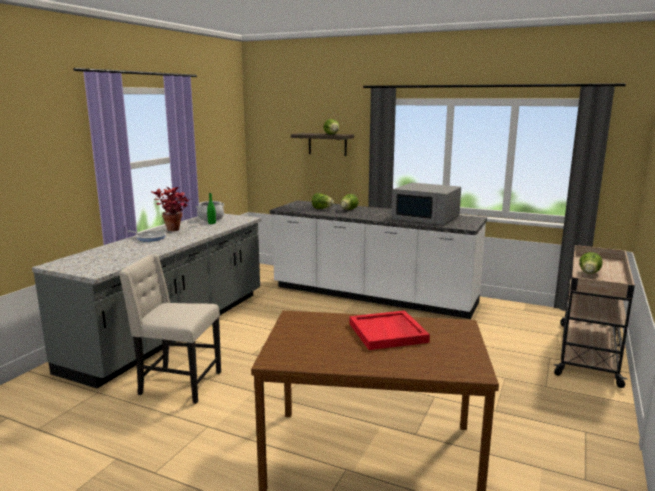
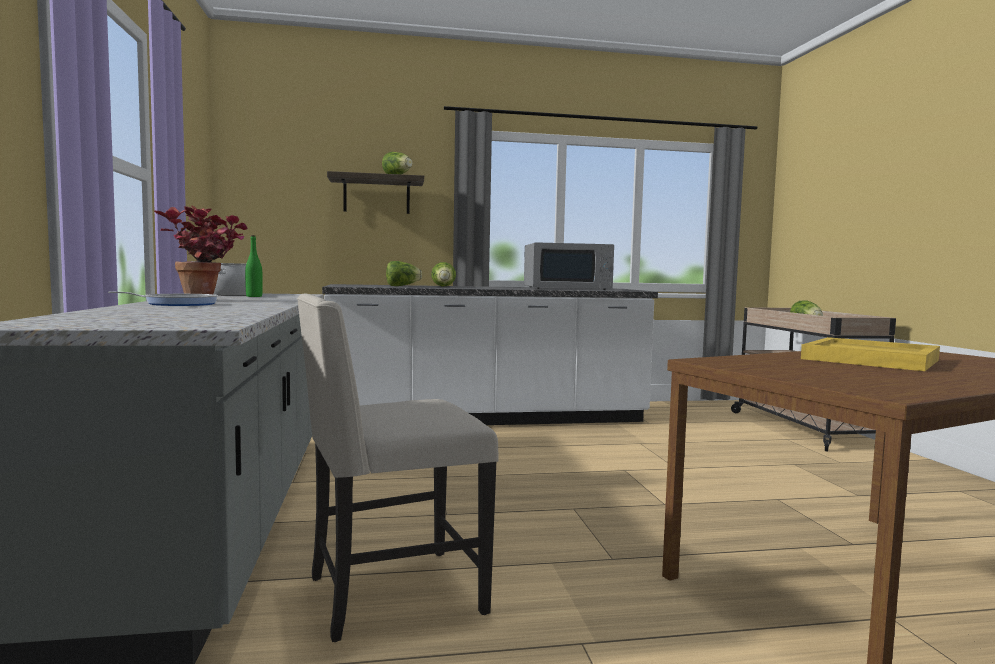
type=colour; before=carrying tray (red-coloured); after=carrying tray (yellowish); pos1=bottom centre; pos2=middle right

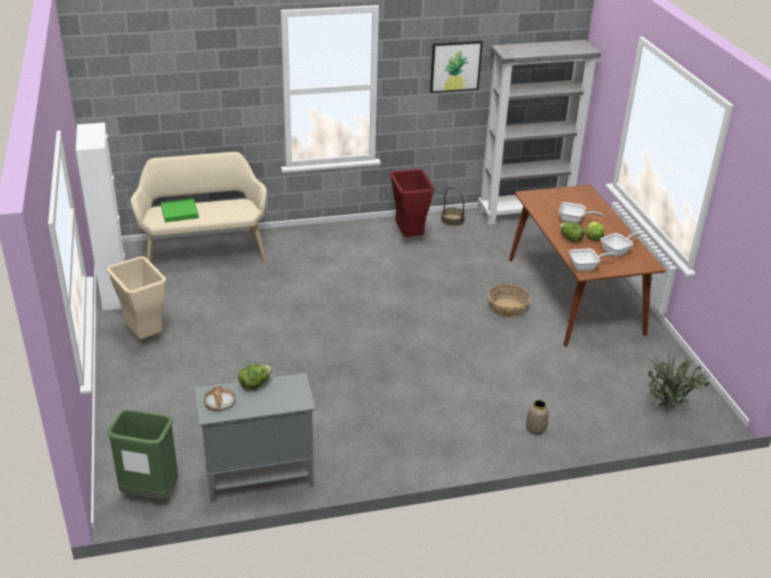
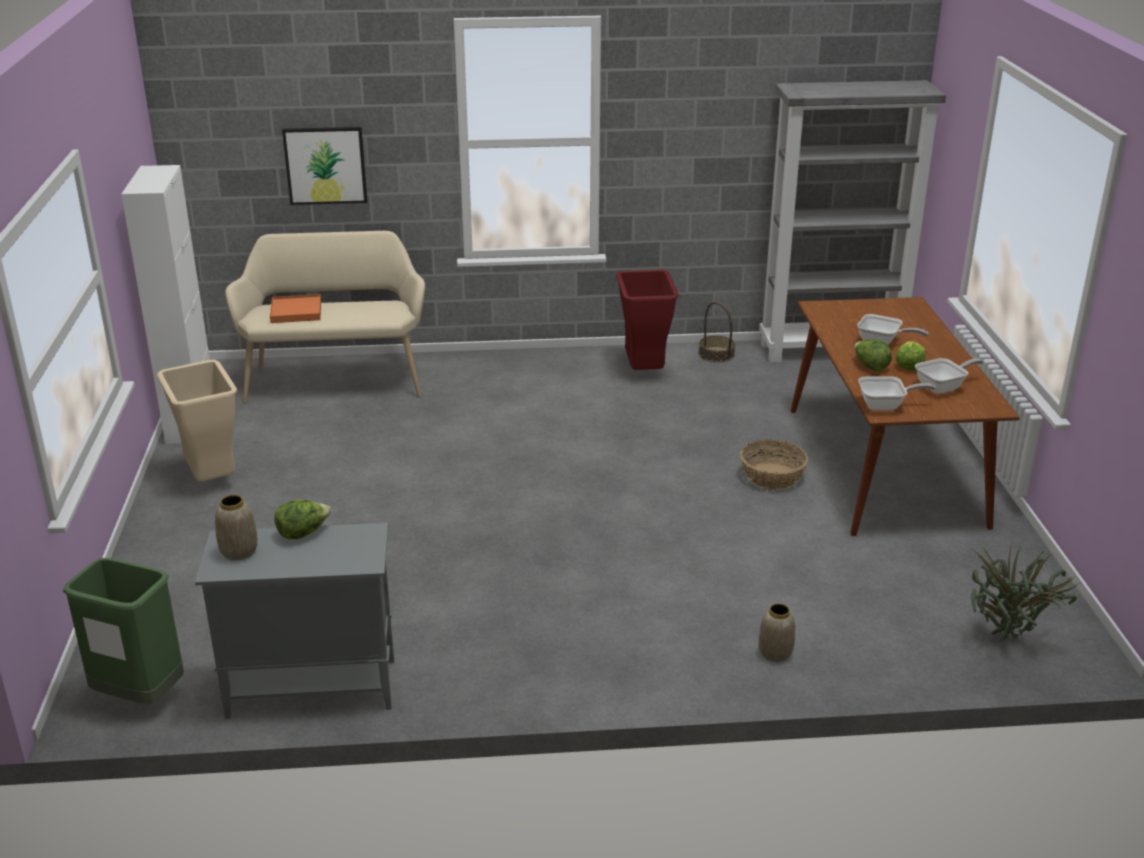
type=exchanged; before=bakery bread; after=vase (no. 1 from left); pos1=bottom left; pos2=middle left
type=colour; before=carrying tray (green-coloured); after=carrying tray (orangey); pos1=middle left; pos2=middle left
type=relocated; before=wall art; pos1=top centre; pos2=top left

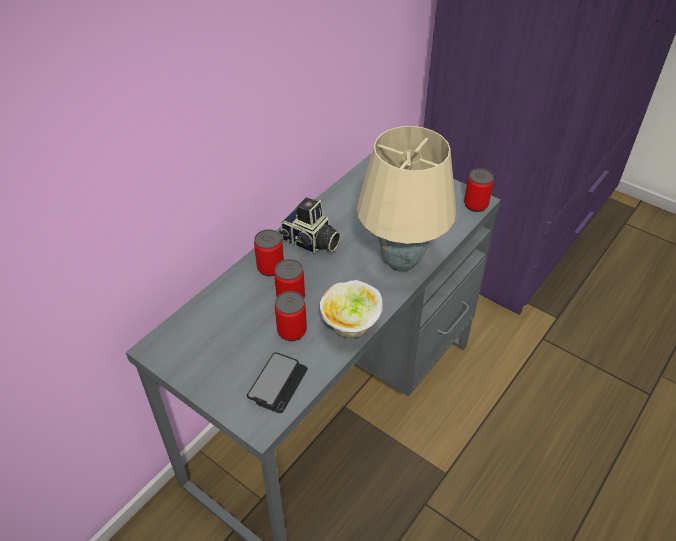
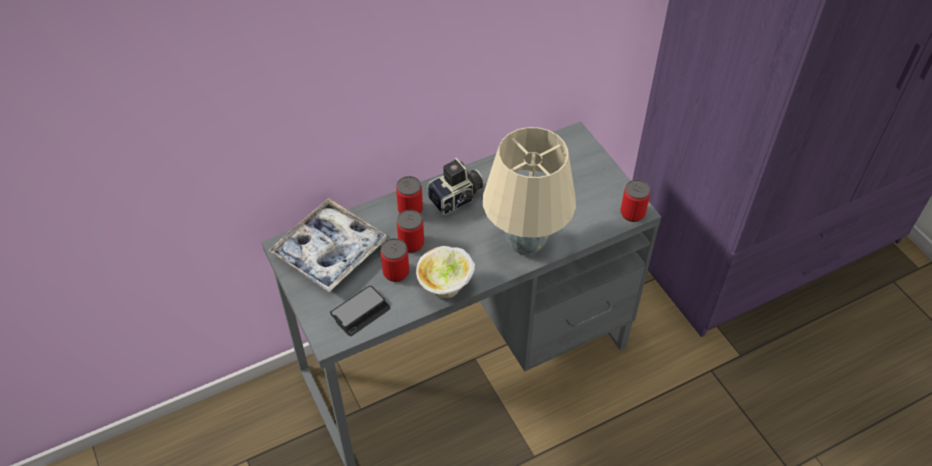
type=appeared; after=carrying tray; pos2=centre
type=spun; before=still camera; pos1=centre; pos2=centre; turn=-90

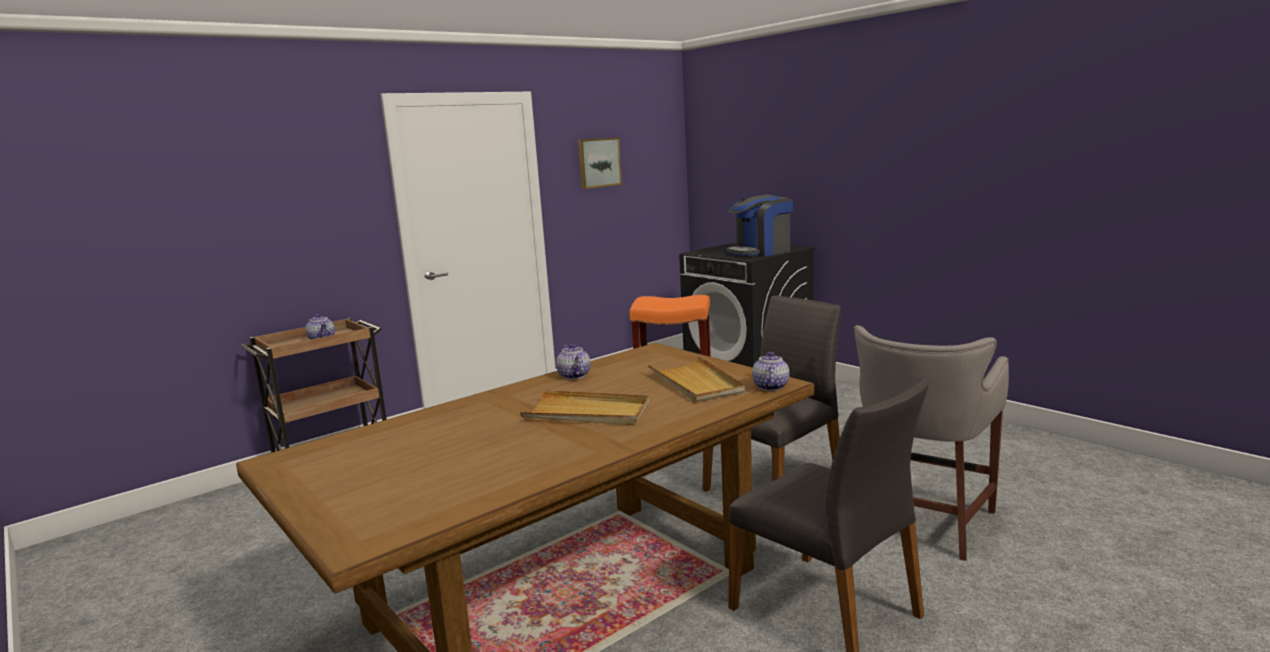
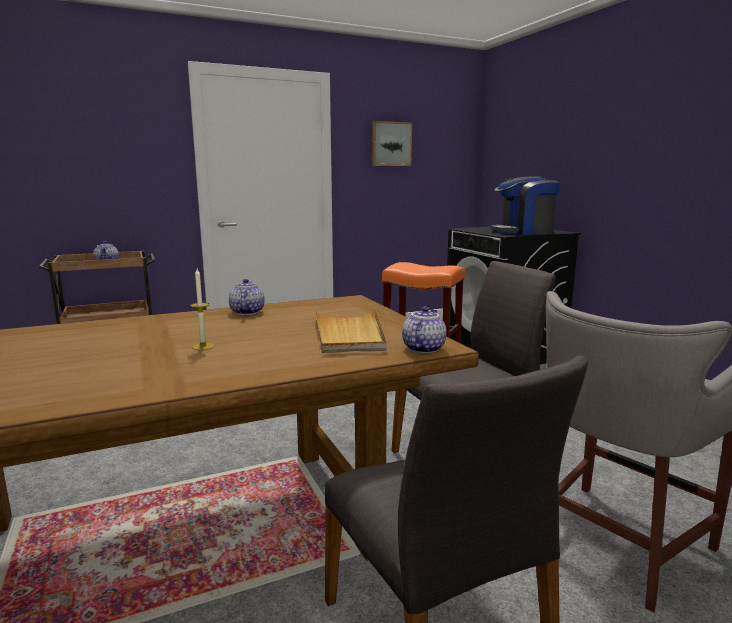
type=exchanged; before=carrying tray (beige) (no. 1 from left); after=wax light; pos1=centre; pos2=middle left

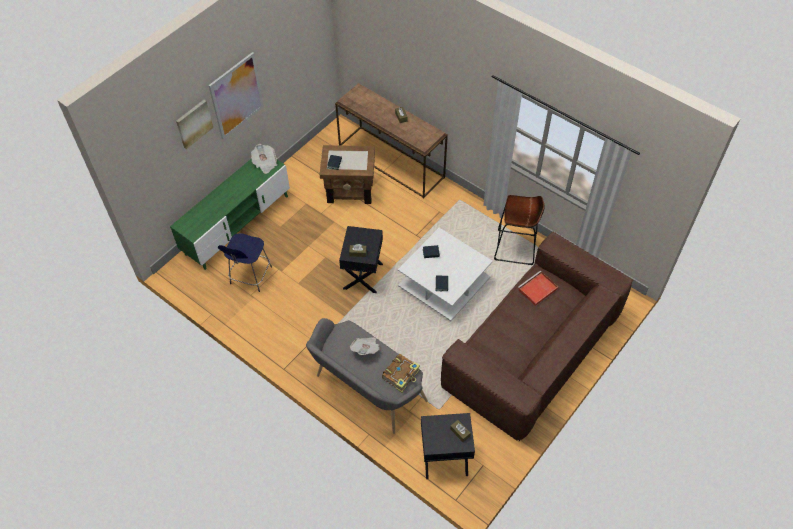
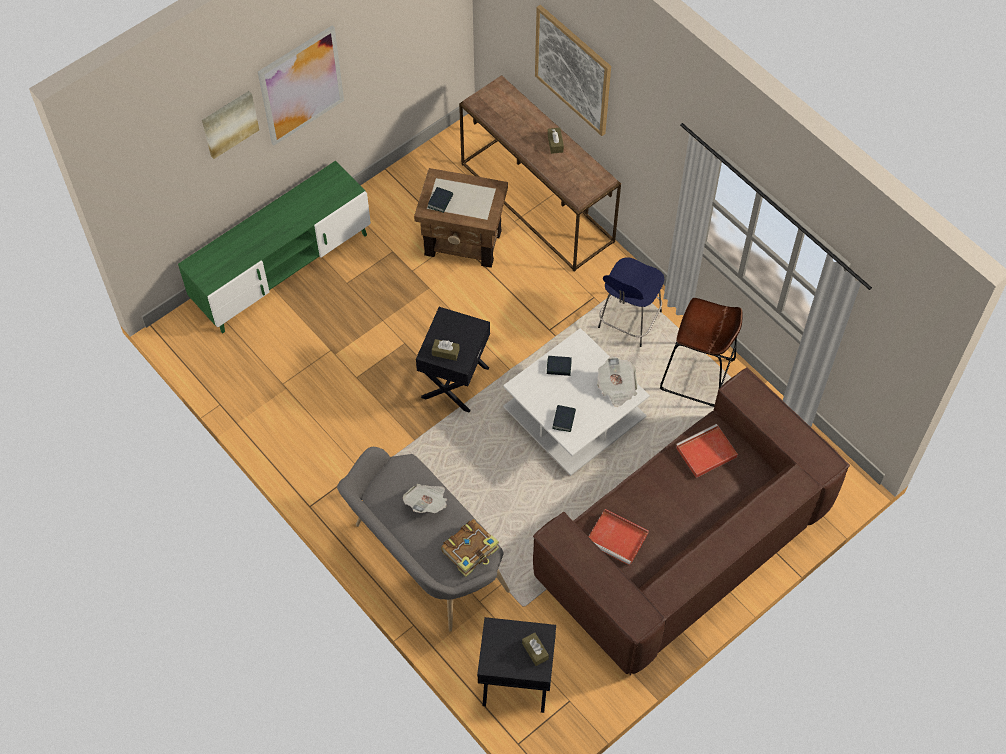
type=appeared; after=wall art (no. 3 from left); pos2=top centre
type=appeared; after=carrying tray (red-coloured) (no. 1 from left); pos2=bottom centre
type=relocated; before=newspaper (no. 1 from left in the first image); after=newspaper (no. 2 from left); pos1=top left; pos2=centre
type=relocated; before=stool (blue-coloured); pos1=middle left; pos2=centre

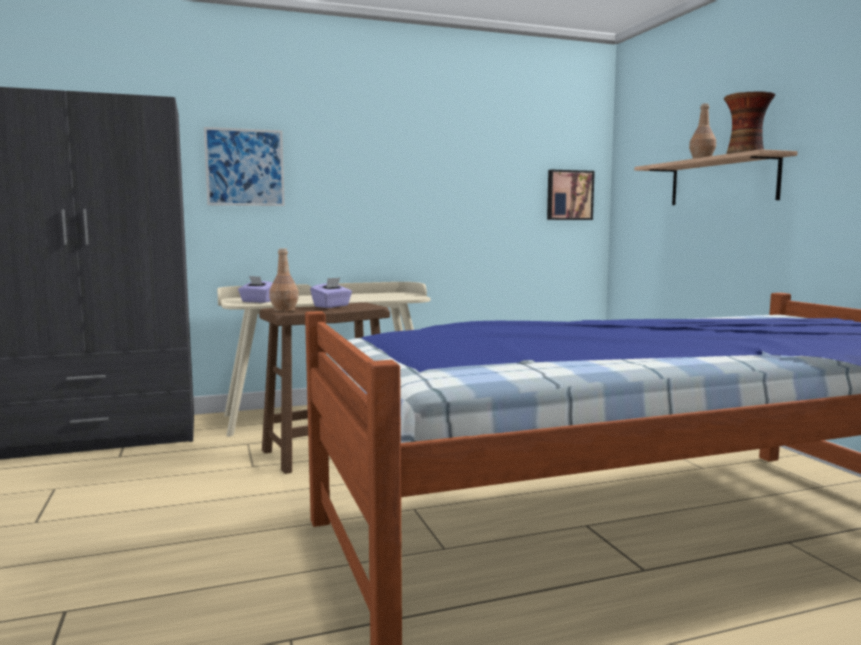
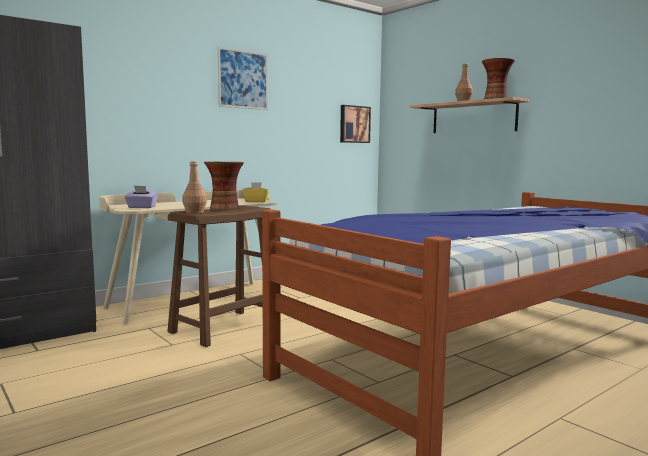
type=exchanged; before=tissue box (purple-coloured) (no. 2 from left); after=vase (no. 1 from left); pos1=centre; pos2=centre
type=relocated; before=wall art (no. 1 from left); pos1=top left; pos2=top centre
type=appeared; after=tissue box (yellowish); pos2=centre

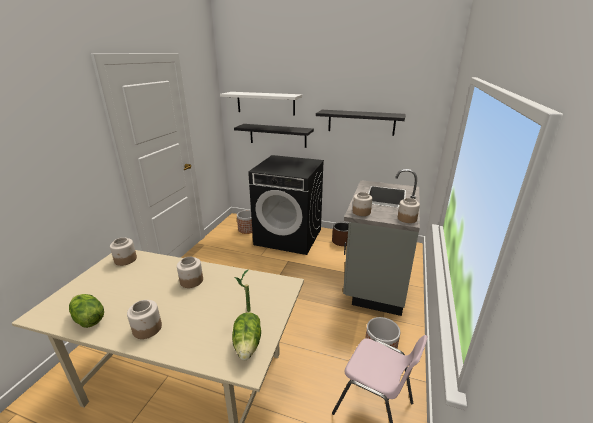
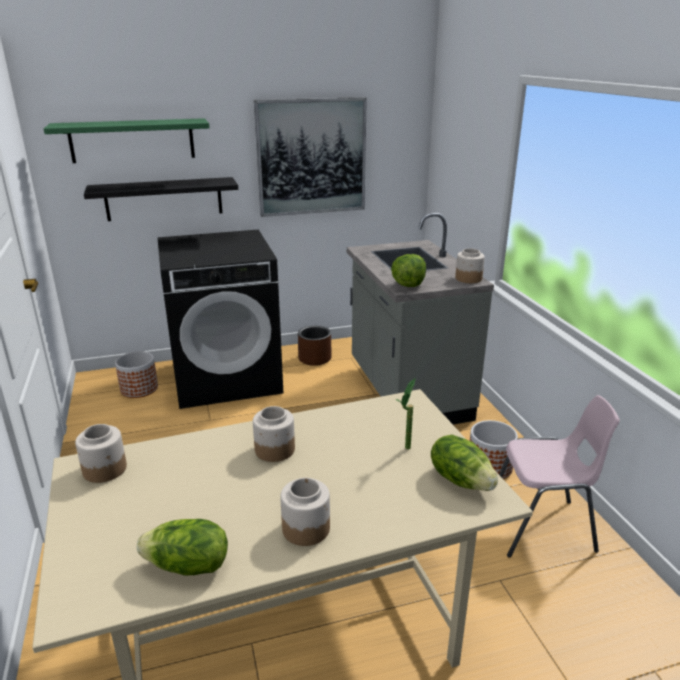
type=colour; before=wall shelf (white-coloured); after=wall shelf (green-coloured); pos1=top centre; pos2=top left
type=exchanged; before=wall shelf (black) (no. 2 from left); after=wall art; pos1=top centre; pos2=top centre
type=exchanged; before=storage jar (no. 4 from left); after=lettuce (no. 2 from left); pos1=centre; pos2=centre

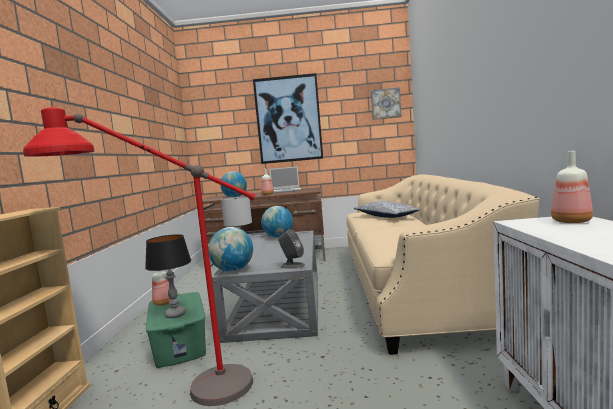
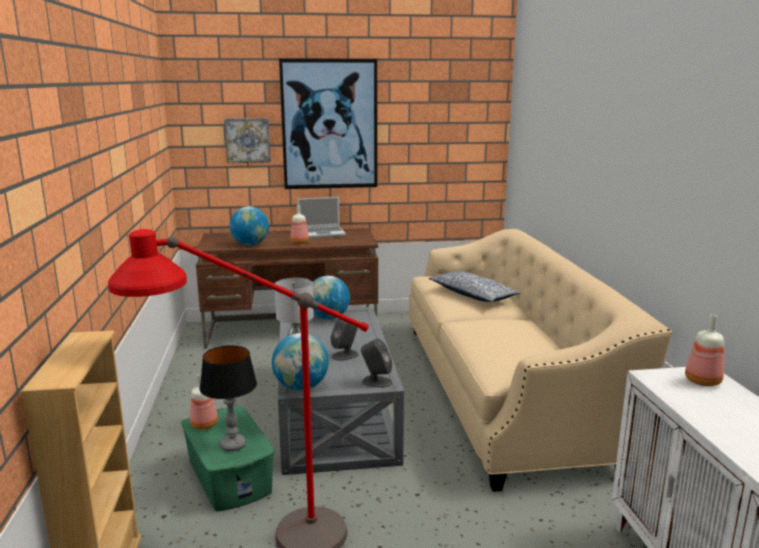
type=relocated; before=wall art (no. 2 from left in the first image); after=wall art (no. 1 from left); pos1=top centre; pos2=top left
type=appeared; after=speaker (gray) (no. 1 from left); pos2=centre

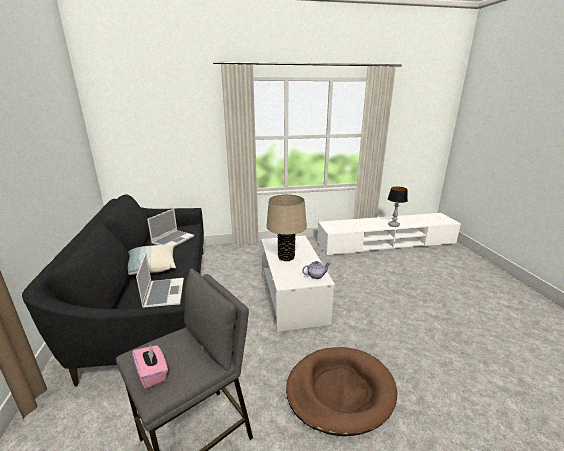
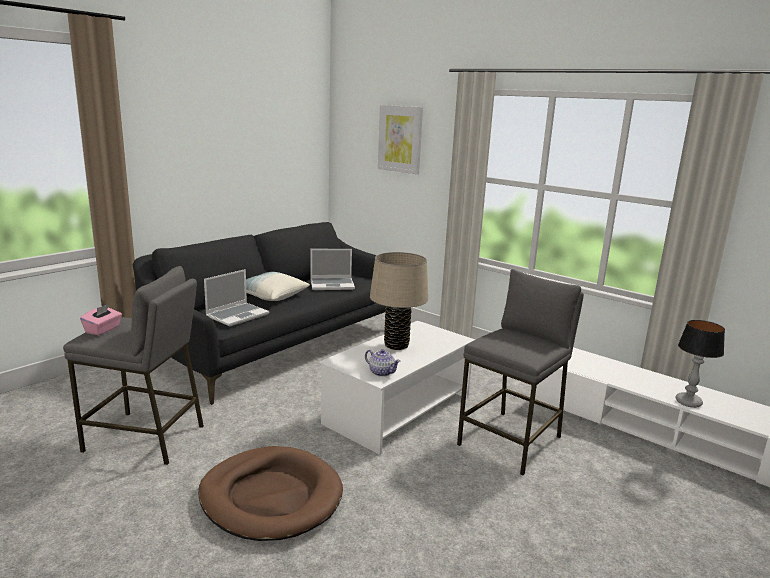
type=appeared; after=wall art; pos2=top centre
type=appeared; after=stool (gray) (no. 2 from left); pos2=middle right

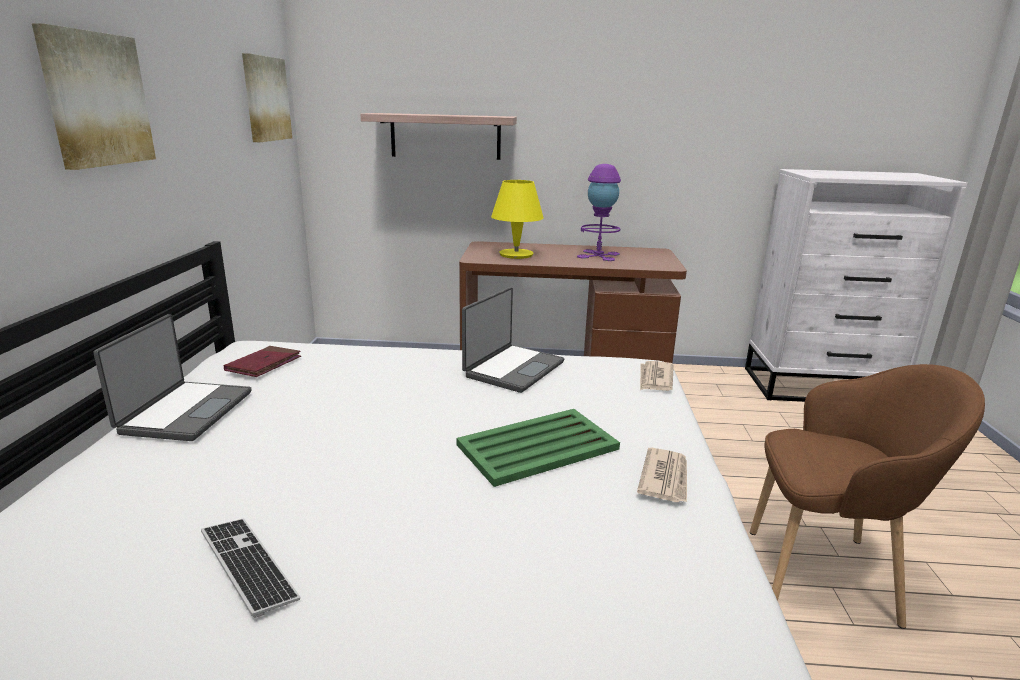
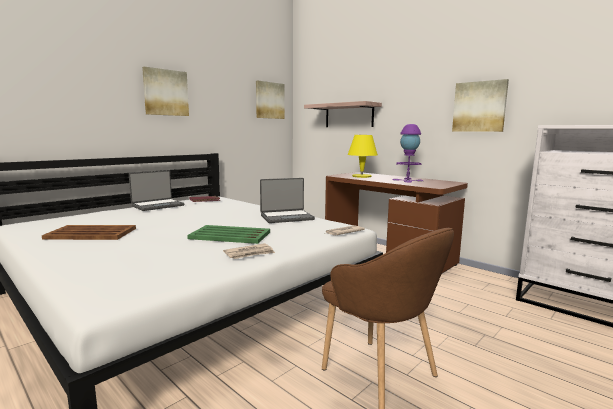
type=exchanged; before=keyboard; after=carrying tray (brownish); pos1=bottom left; pos2=middle left
type=appeared; after=wall art (no. 3 from left); pos2=top right

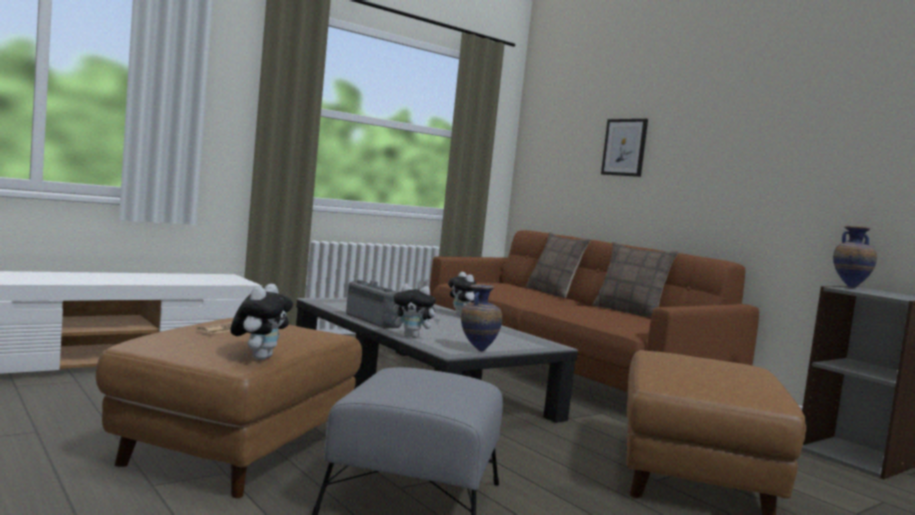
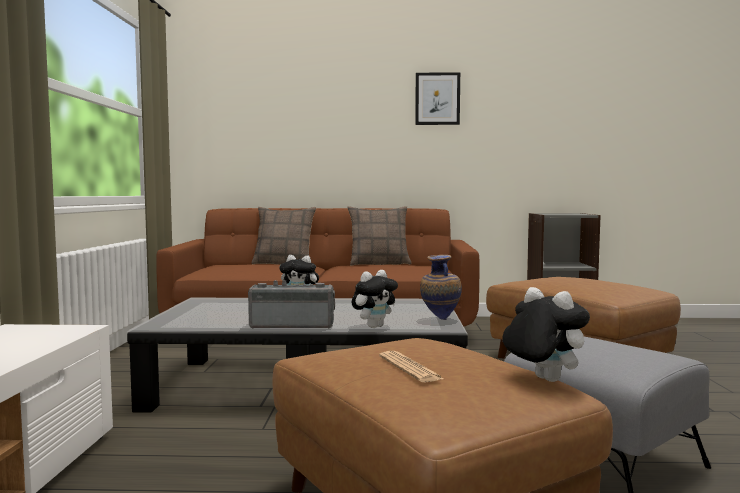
type=relocated; before=wall art; pos1=top right; pos2=top centre
type=missing; before=vase (no. 2 from left); pos1=middle right

